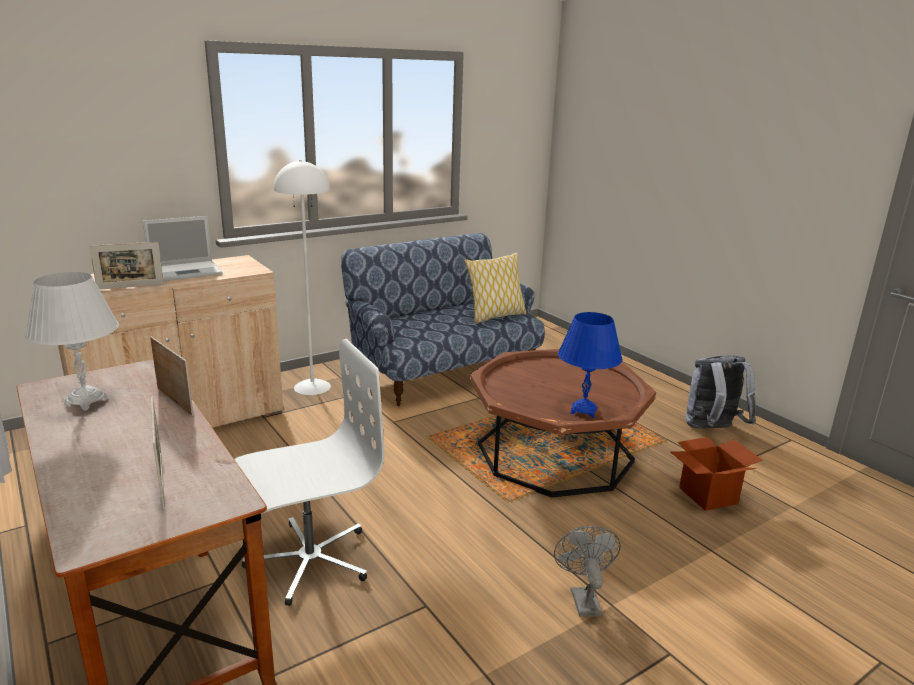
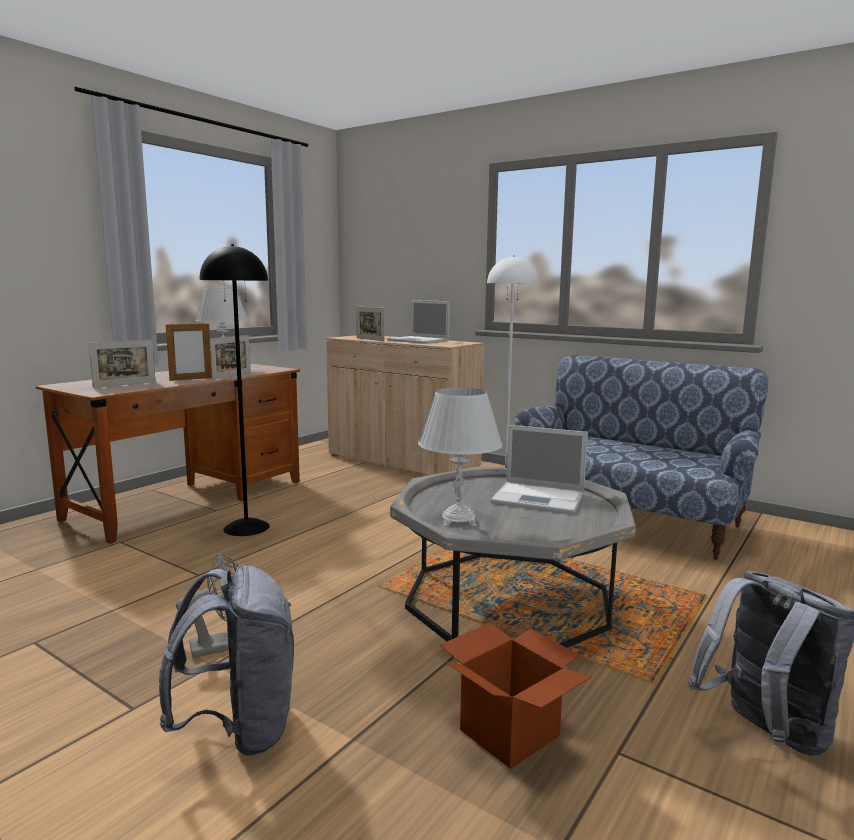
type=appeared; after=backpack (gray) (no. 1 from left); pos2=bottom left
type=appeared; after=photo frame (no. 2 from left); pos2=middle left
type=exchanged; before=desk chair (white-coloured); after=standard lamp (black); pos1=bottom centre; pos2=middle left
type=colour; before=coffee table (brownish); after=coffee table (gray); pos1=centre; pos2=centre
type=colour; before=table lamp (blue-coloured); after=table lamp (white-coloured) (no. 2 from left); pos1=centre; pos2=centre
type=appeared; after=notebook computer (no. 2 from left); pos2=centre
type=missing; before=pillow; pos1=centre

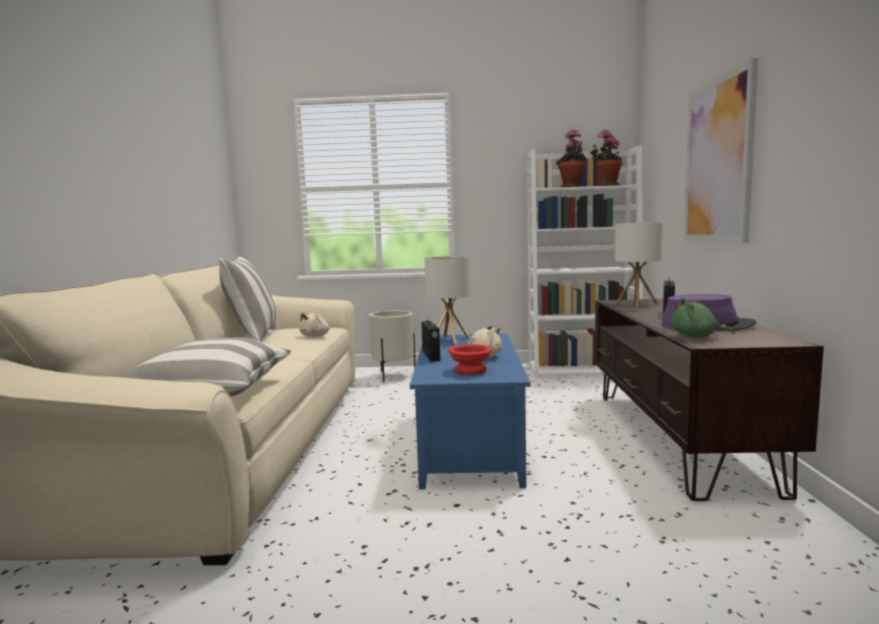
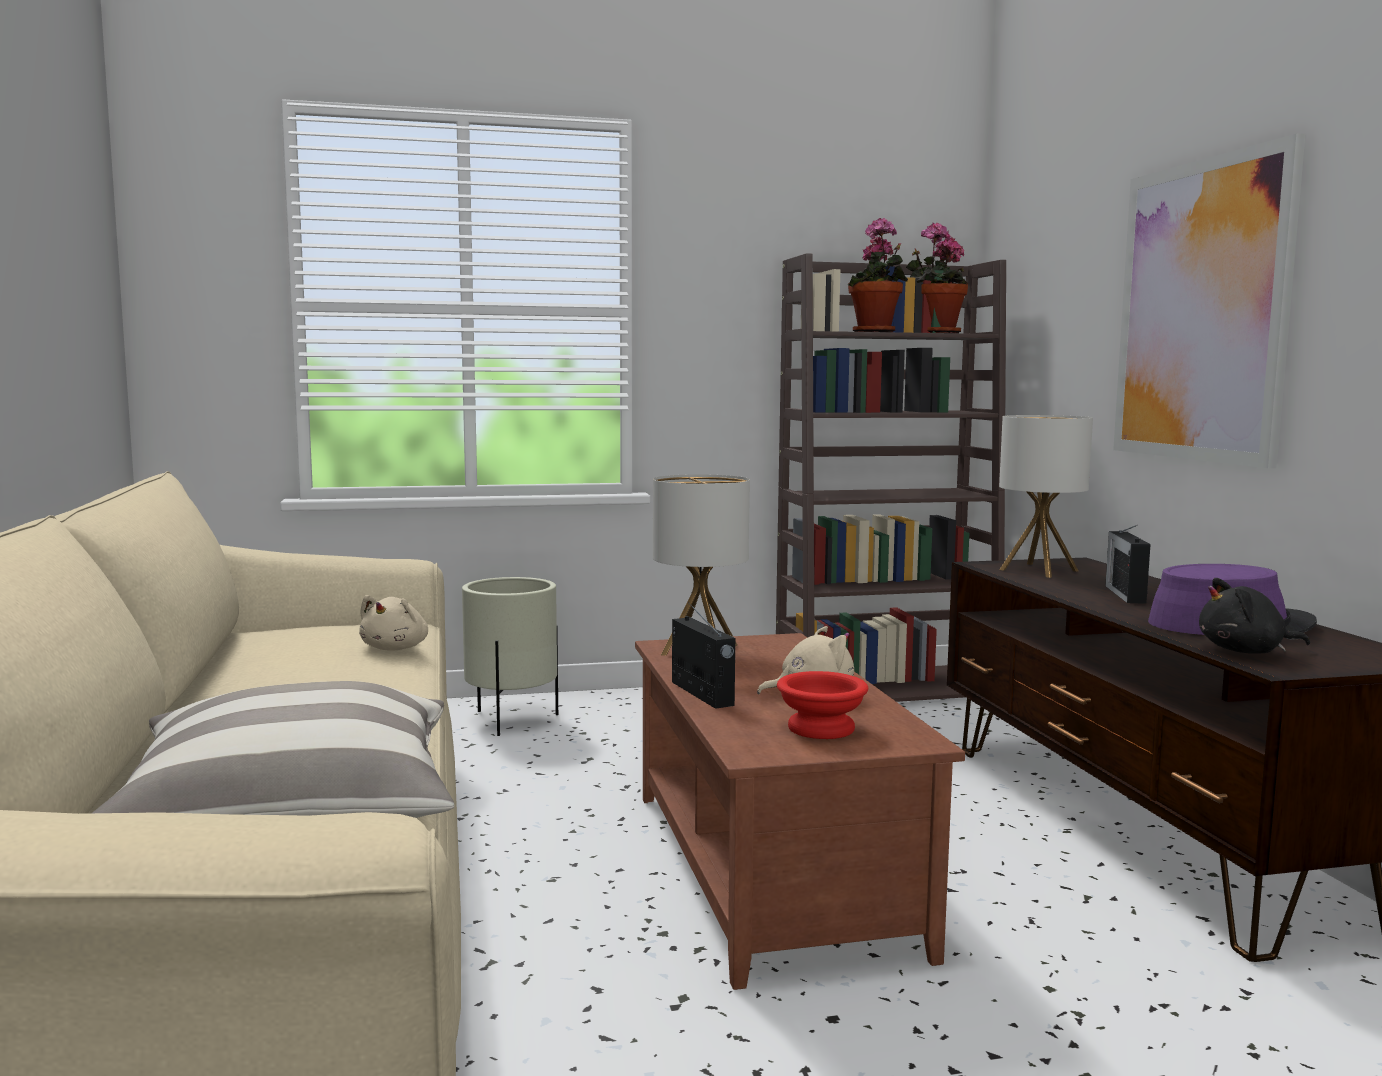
type=colour; before=coffee table (blue-coloured); after=coffee table (brownish); pos1=centre; pos2=bottom centre
type=colour; before=bookcase (white-coloured); after=bookcase (brownish); pos1=centre; pos2=centre
type=colour; before=plush toy (green-coloured); after=plush toy (black); pos1=middle right; pos2=middle right
type=missing; before=pillow (no. 2 from left); pos1=middle left

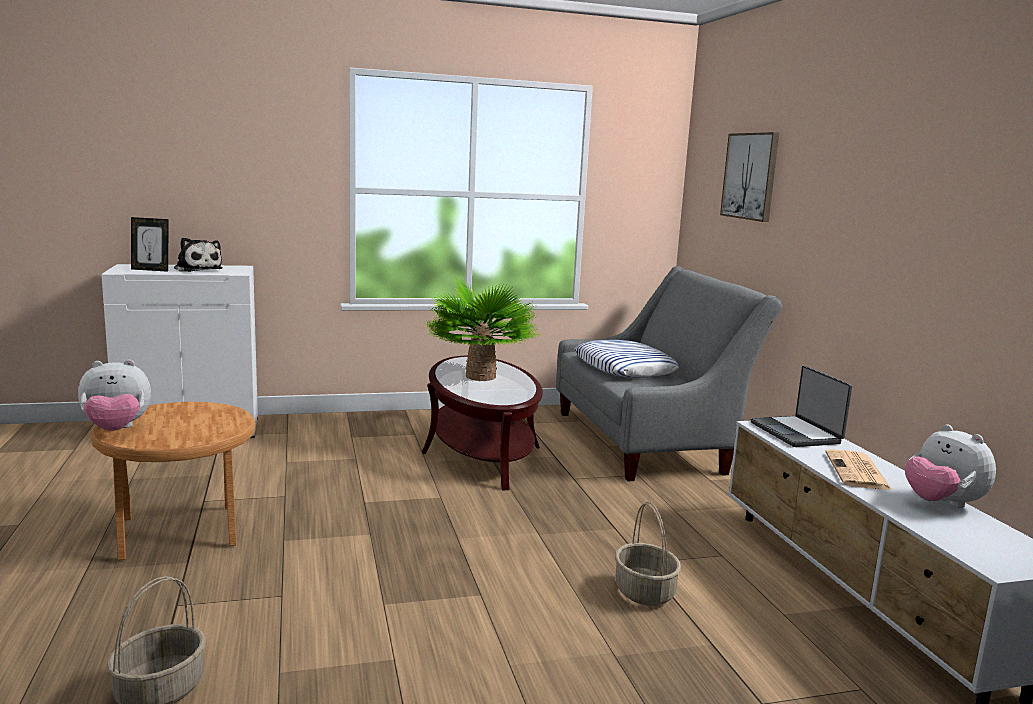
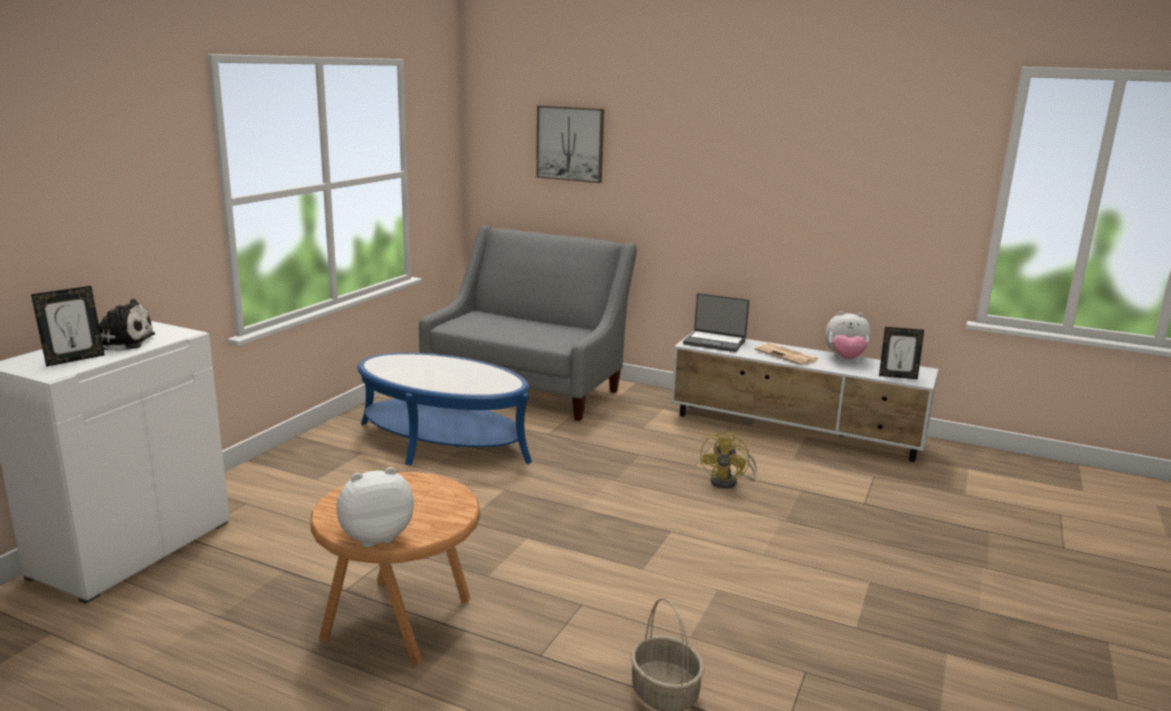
type=spun; before=plush toy (no. 1 from left in the first image); pos1=middle left; pos2=bottom left; turn=-135
type=colour; before=coffee table (brownish); after=coffee table (blue-coloured); pos1=centre; pos2=centre
type=exchanged; before=household basket (no. 2 from left); after=cooling fan (yellowish); pos1=bottom centre; pos2=centre
type=appeared; after=photo frame (no. 2 from left); pos2=middle right
type=missing; before=houseplant; pos1=centre
type=missing; before=pillow; pos1=centre

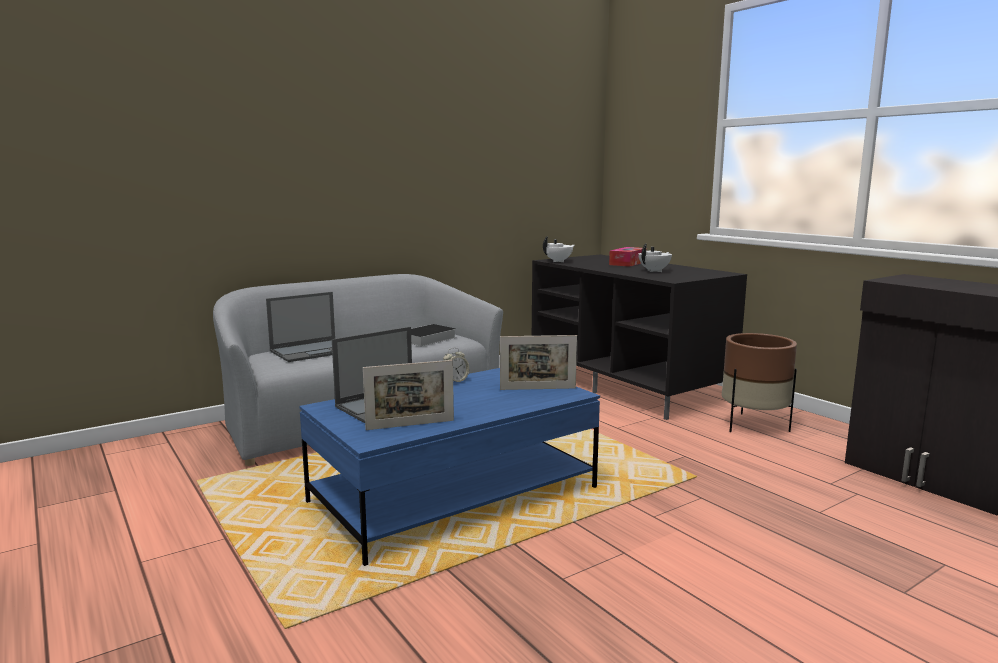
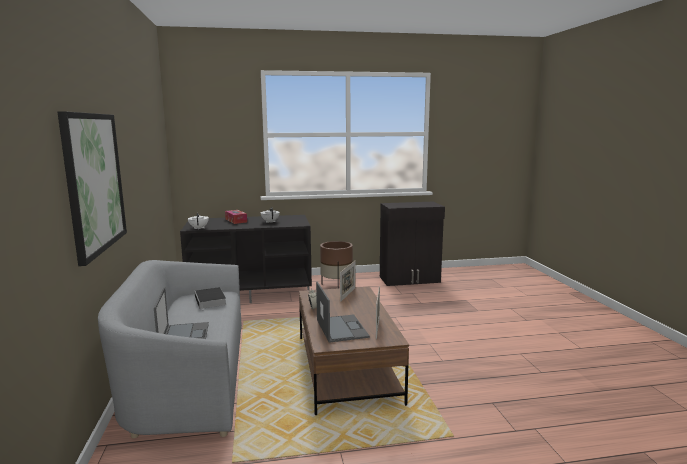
type=appeared; after=wall art; pos2=middle left
type=colour; before=coffee table (blue-coloured); after=coffee table (brownish); pos1=bottom centre; pos2=bottom centre

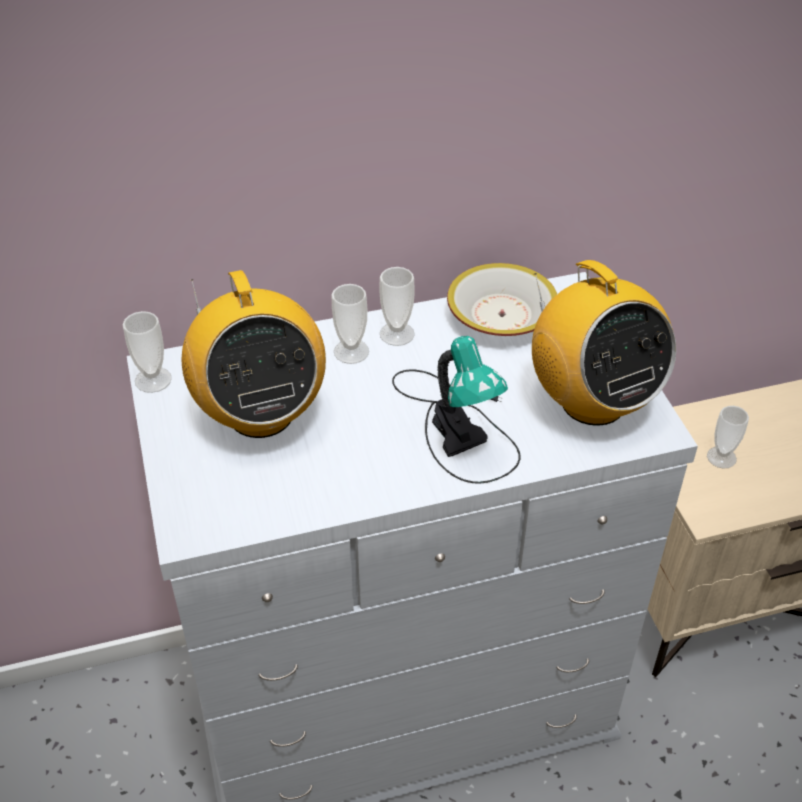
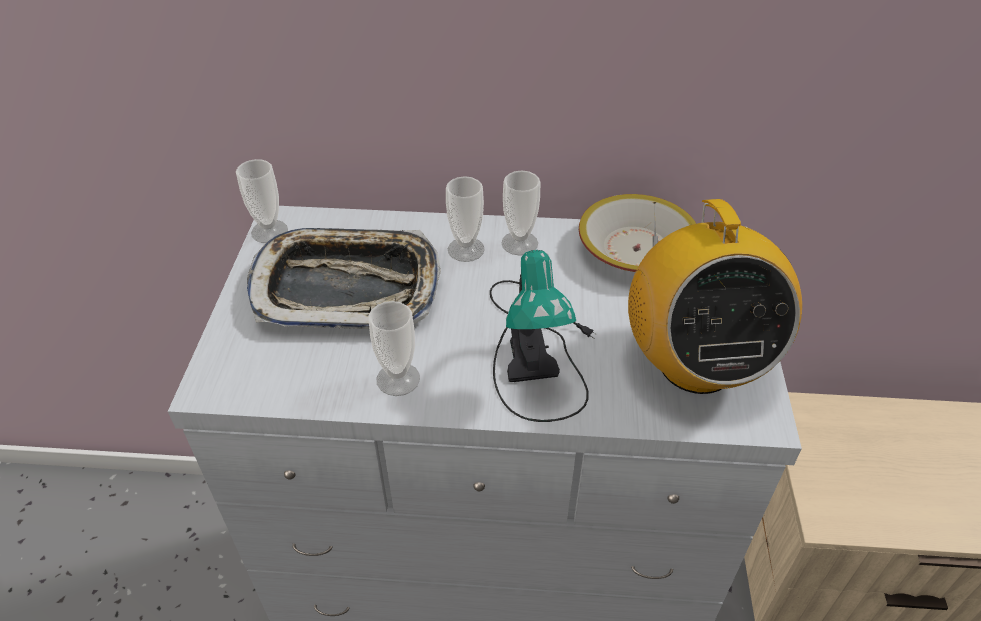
type=exchanged; before=radio set (no. 1 from left); after=carrying tray; pos1=middle left; pos2=centre
type=relocated; before=drinking cup (no. 4 from left in the first image); after=drinking cup (no. 2 from left); pos1=middle right; pos2=centre

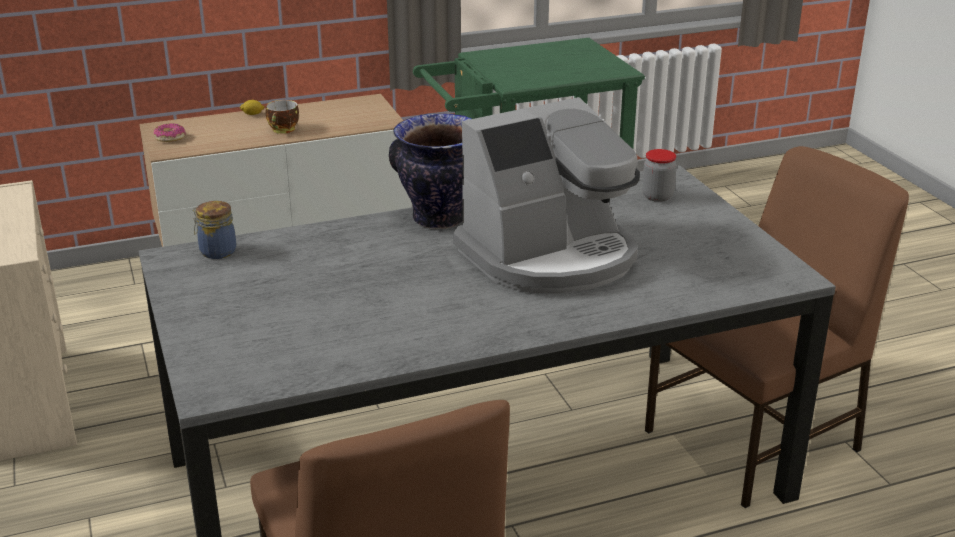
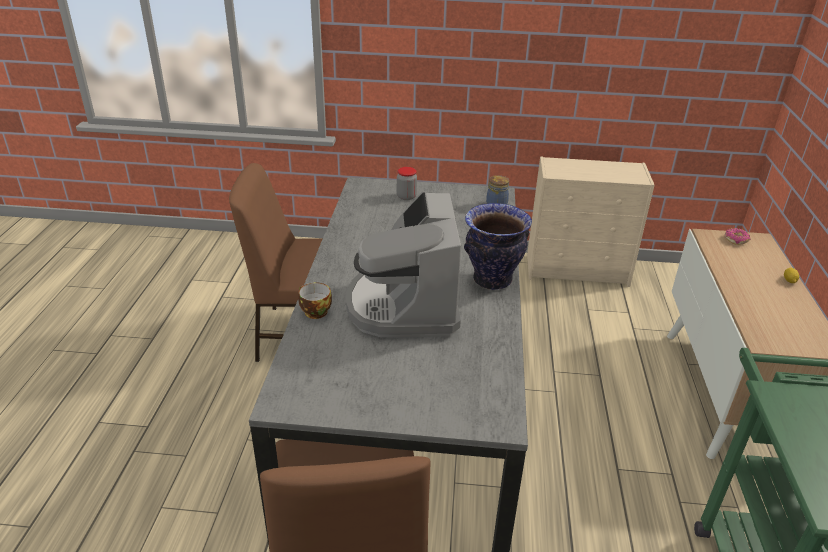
type=relocated; before=drinking cup; pos1=top left; pos2=centre
type=relocated; before=storage jar (no. 2 from left in the first image); after=storage jar (no. 1 from left); pos1=top right; pos2=top centre

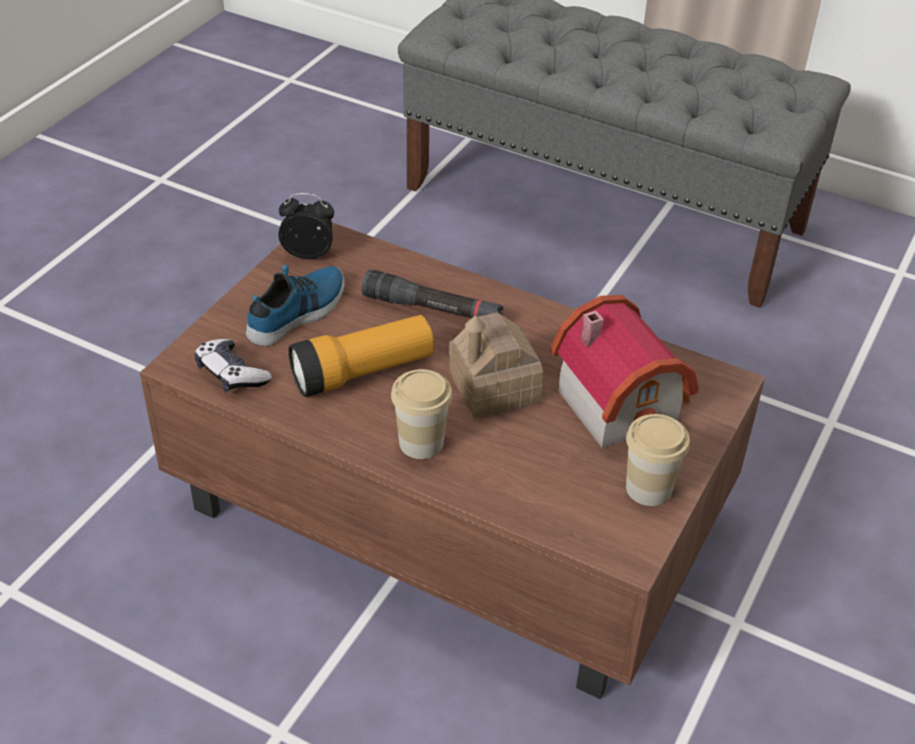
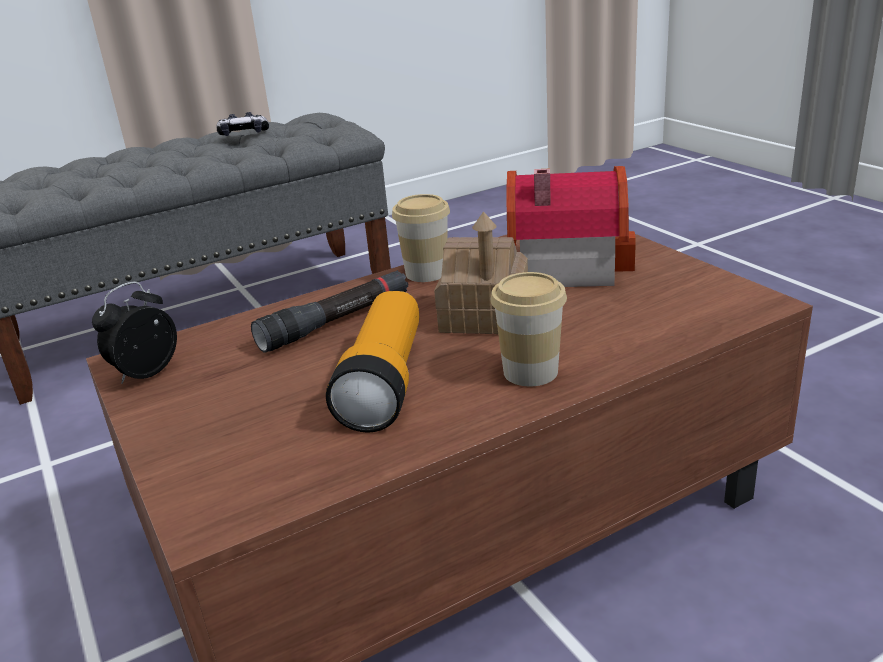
type=relocated; before=game controller; pos1=middle left; pos2=top left
type=relocated; before=drinking cup (no. 2 from left in the first image); after=drinking cup (no. 1 from left); pos1=middle right; pos2=centre
type=missing; before=shoe; pos1=middle left

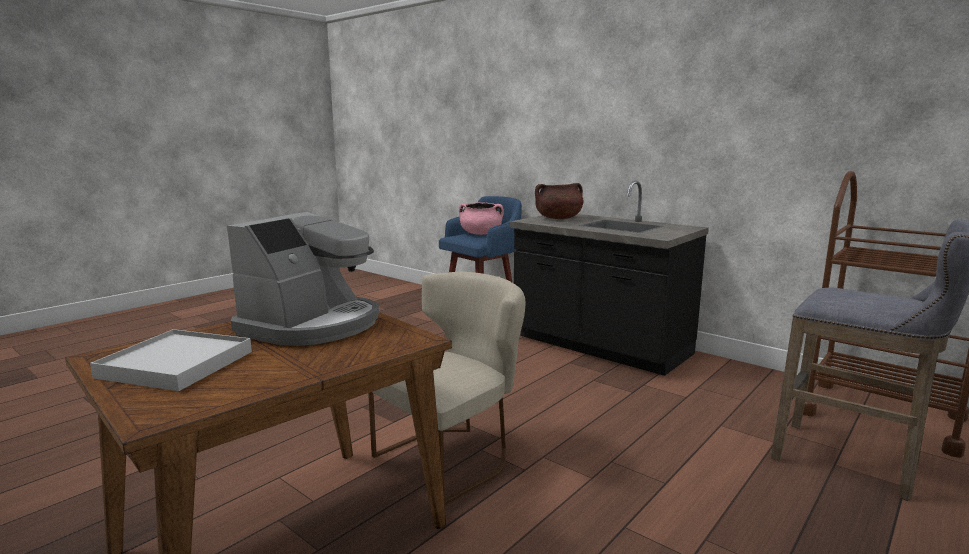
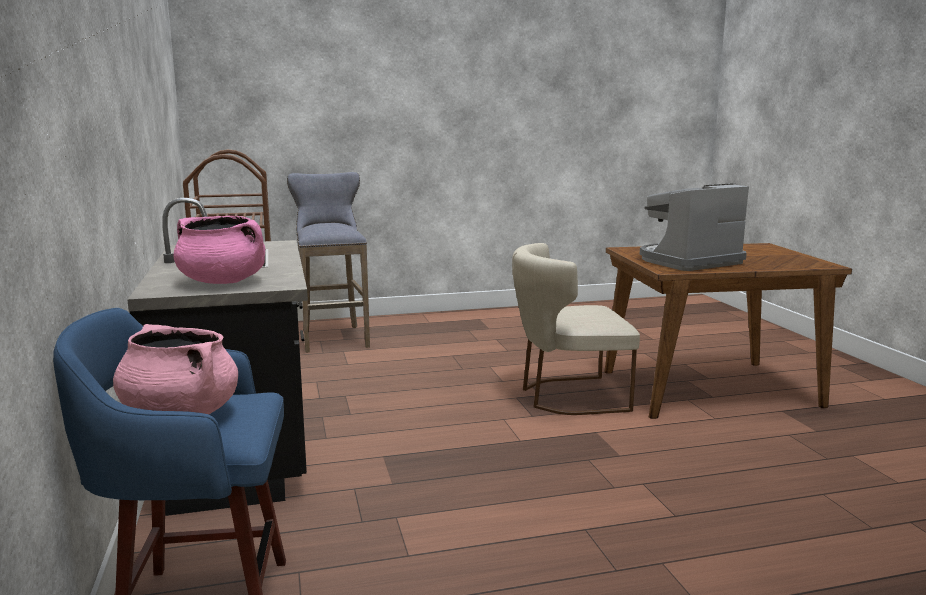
type=colour; before=cooking pot (brownish); after=cooking pot (pink-coloured) (no. 2 from left); pos1=centre; pos2=middle left
type=missing; before=carrying tray (white-coloured); pos1=middle left

